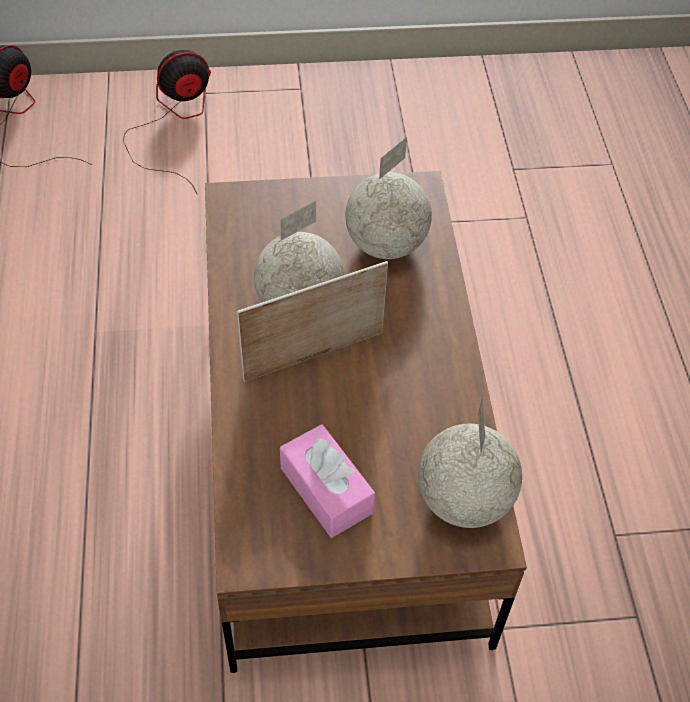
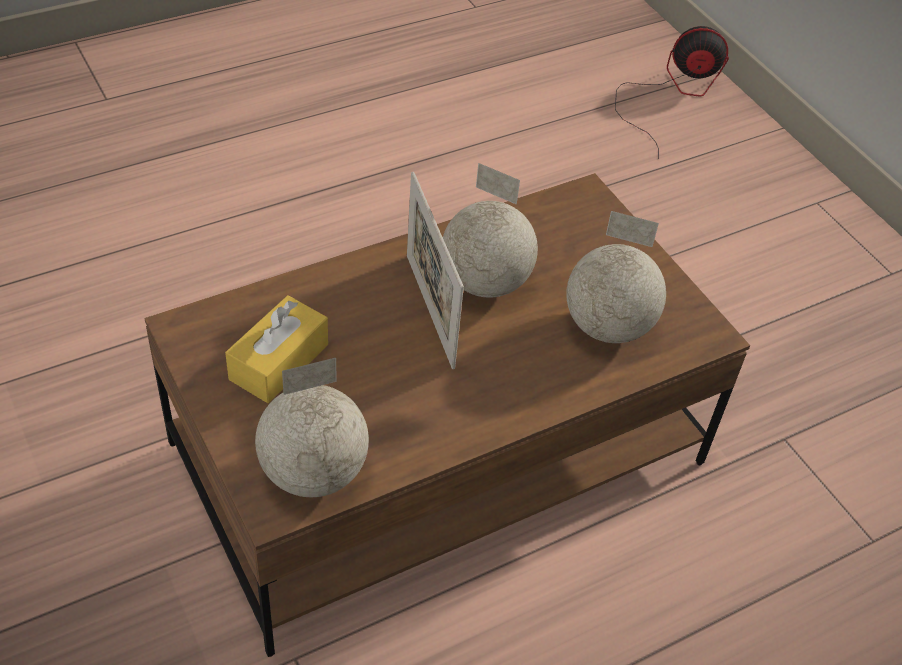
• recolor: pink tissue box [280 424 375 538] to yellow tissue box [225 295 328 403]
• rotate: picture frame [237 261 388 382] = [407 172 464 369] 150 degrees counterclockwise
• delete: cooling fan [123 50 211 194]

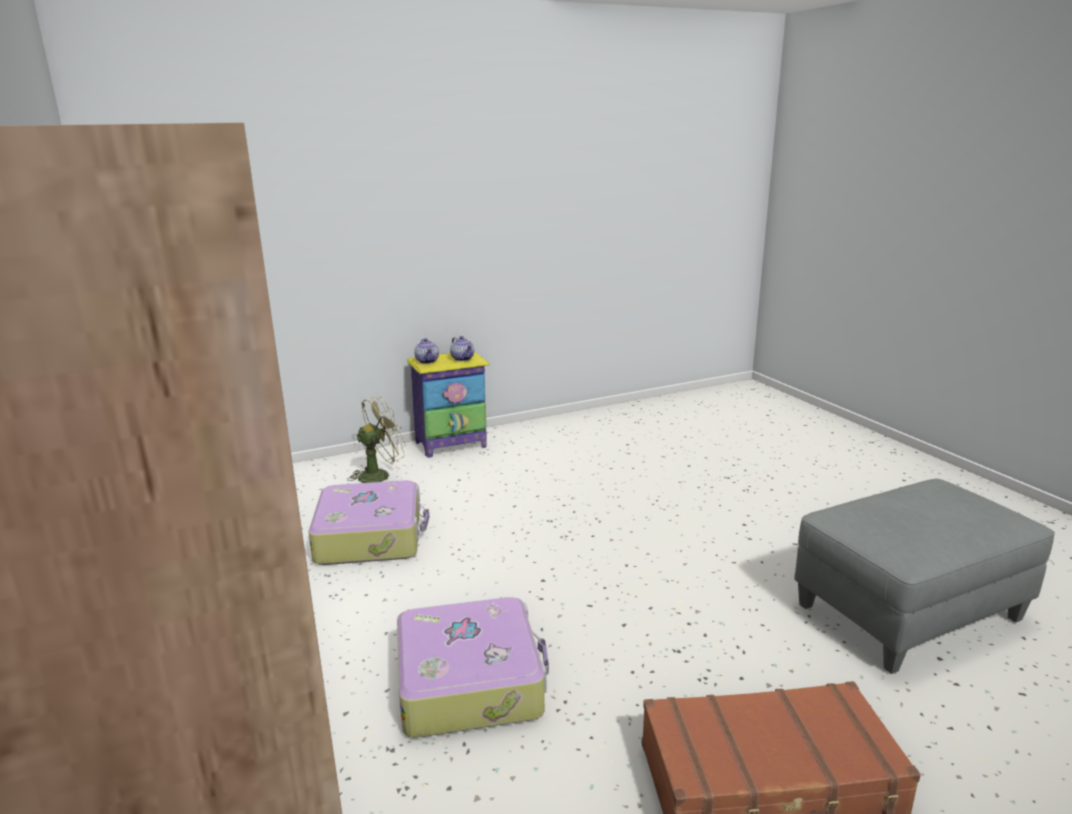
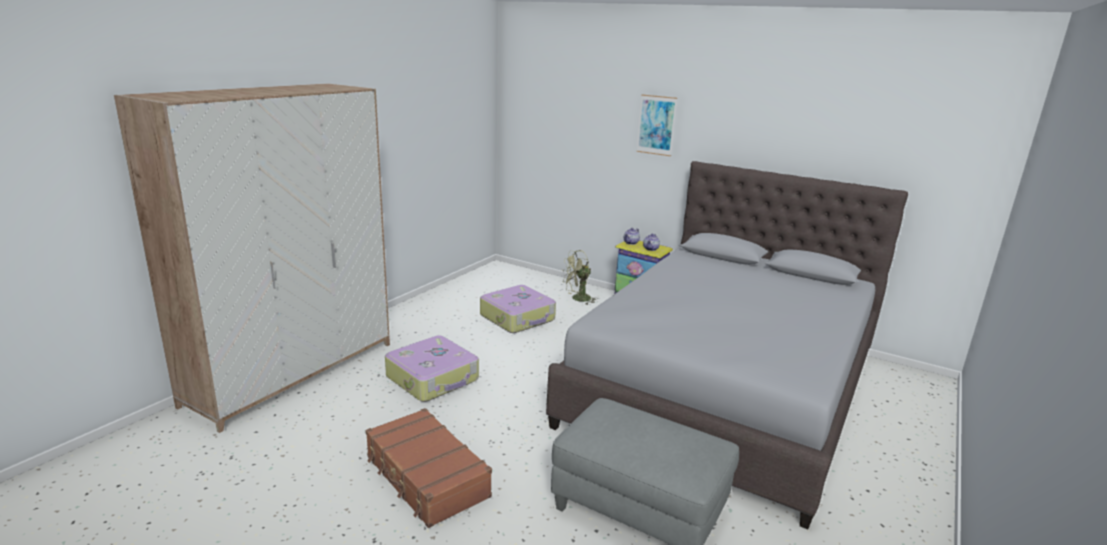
• insert: greyish bedroom bed [546 161 908 529]
• rotate: green cooling fan [347 397 406 483] = [562 250 598 304] 135 degrees clockwise
• insert: picture [636 94 677 156]

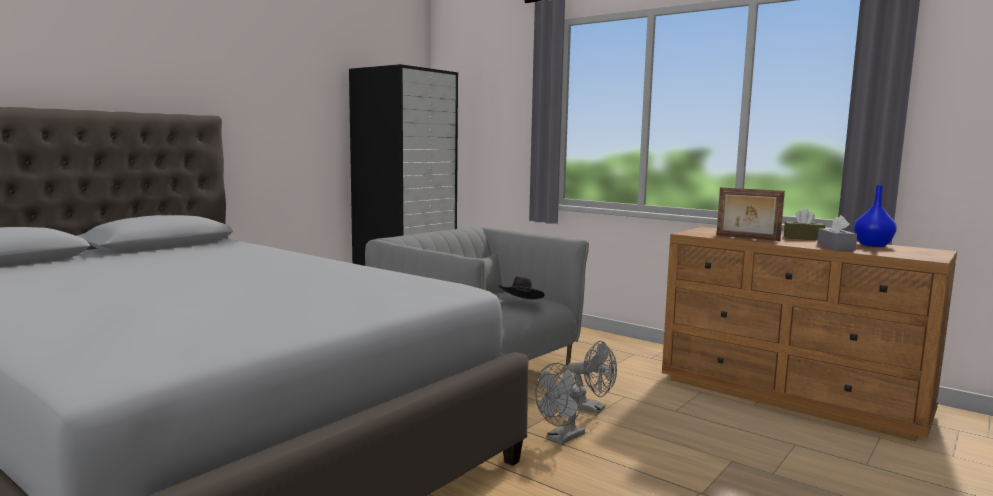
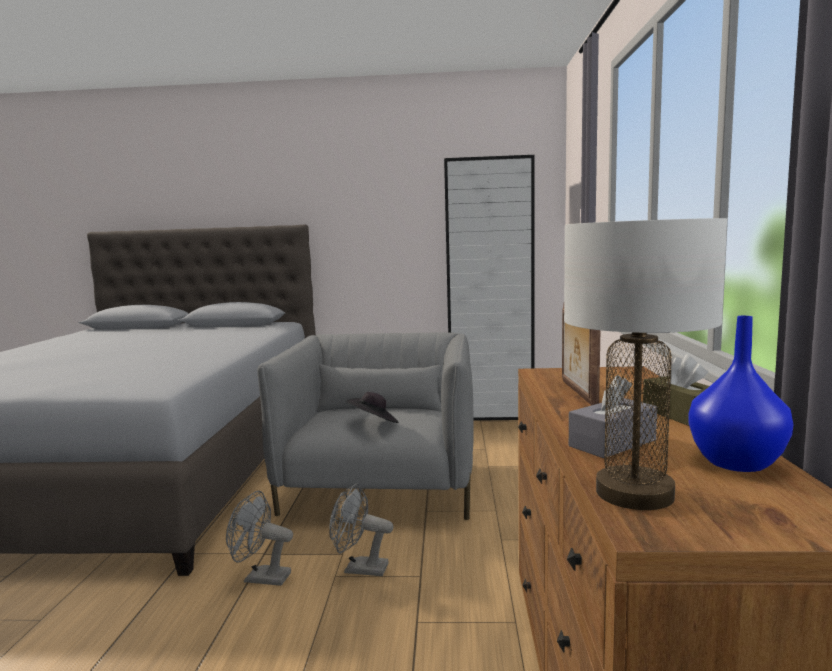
• rotate: greyish cooling fan [567 341 617 414] = [329 483 393 576] 105 degrees clockwise
• insert: tabletop lamp [564 218 727 510]

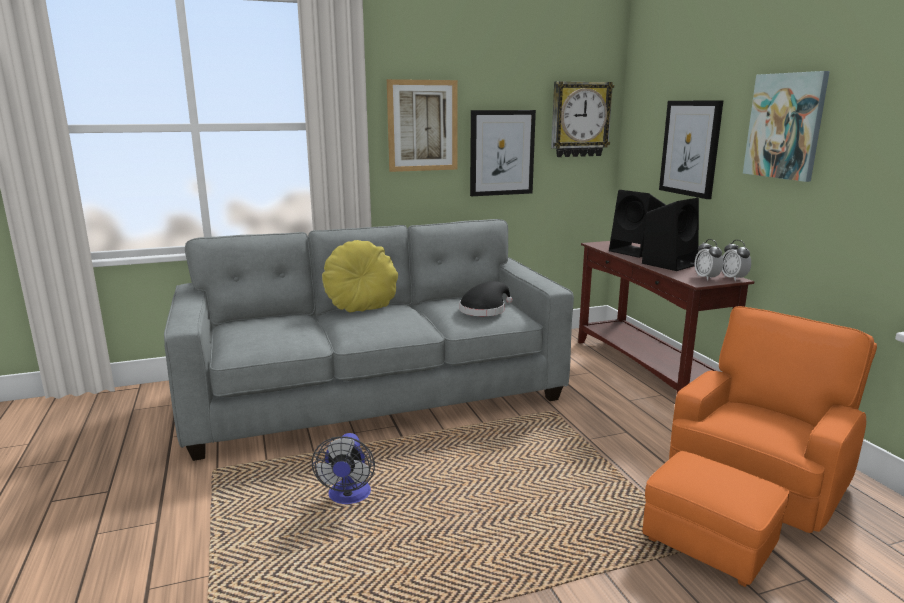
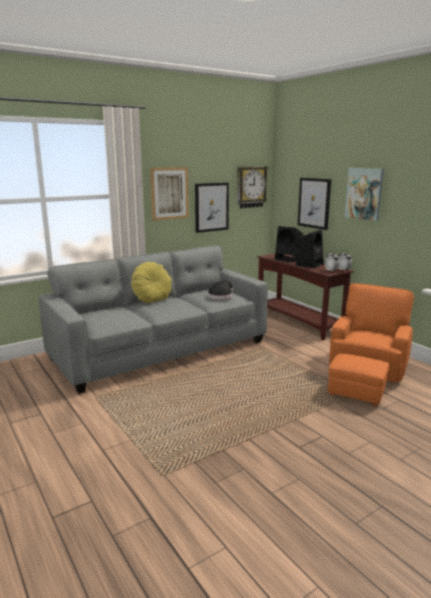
• delete: cooling fan [312 433 375 504]

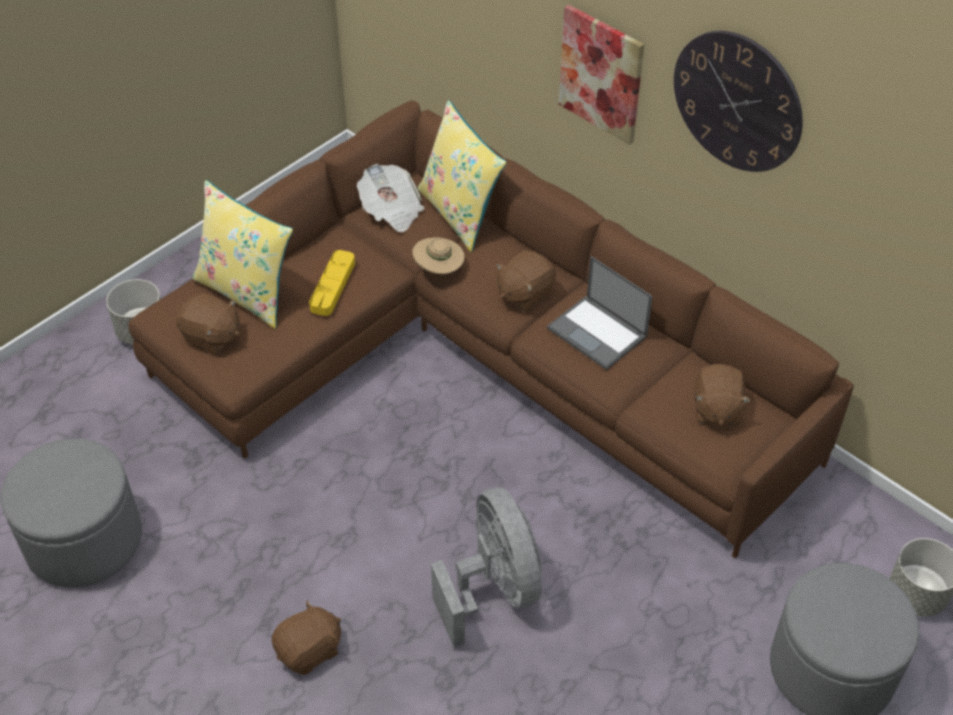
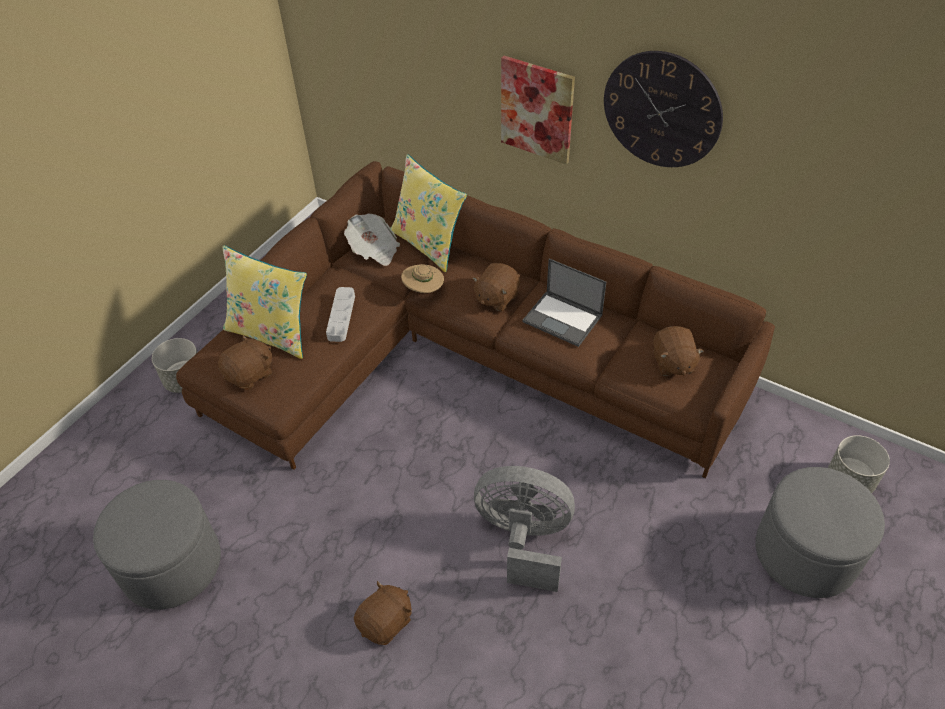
• rotate: brownish cuddly toy [176 293 240 354] = [218 335 272 390] 60 degrees counterclockwise
• recolor: yellow tray [309 250 355 316] to greyish tray [326 287 355 342]
• rotate: greyish cooling fan [431 487 542 648] = [474 466 575 592] 45 degrees counterclockwise

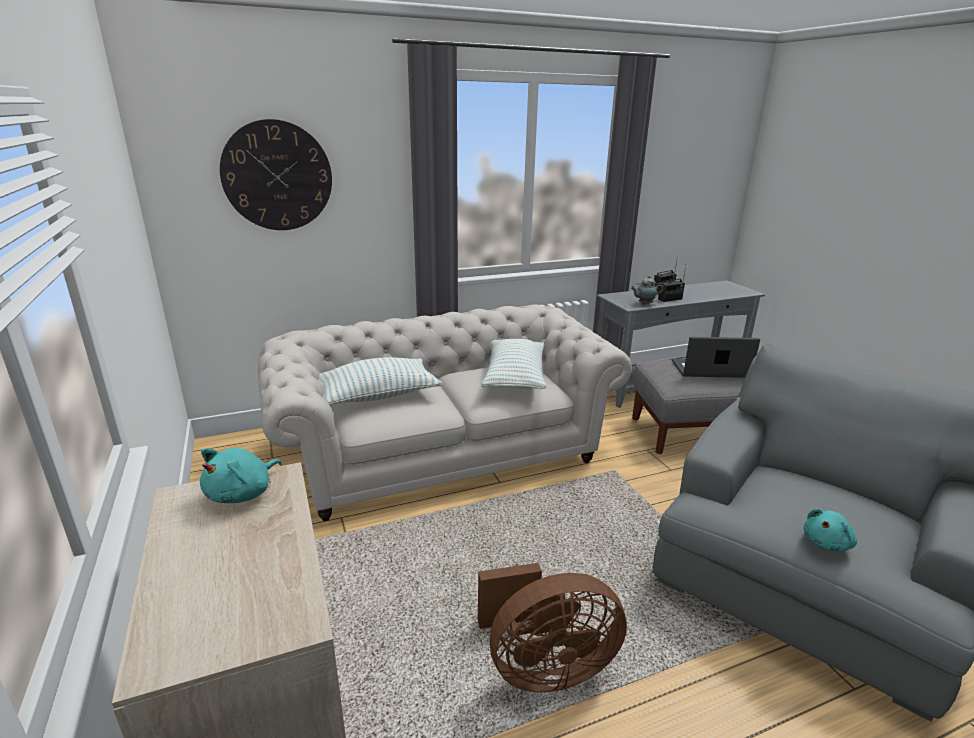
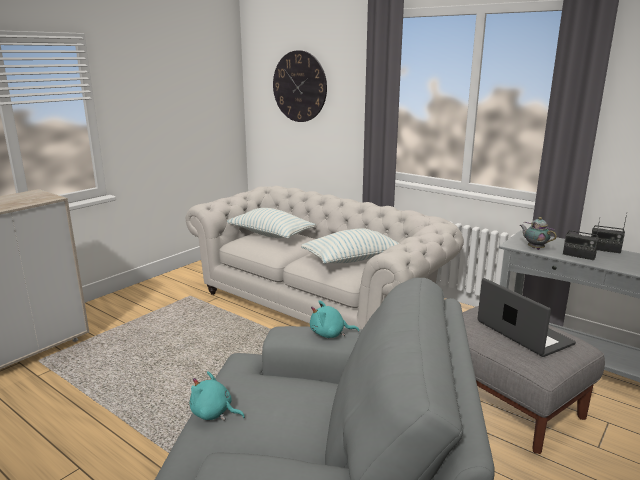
• move: blue-green cuddly toy [200 448 282 503] to [310 300 359 338]
• delete: brownish cooling fan [478 563 627 692]

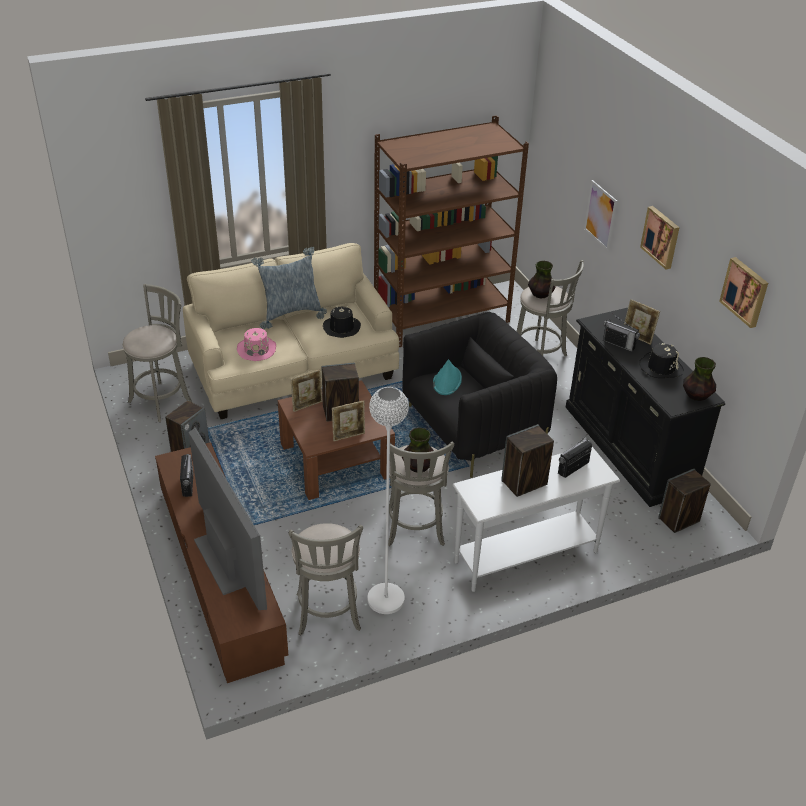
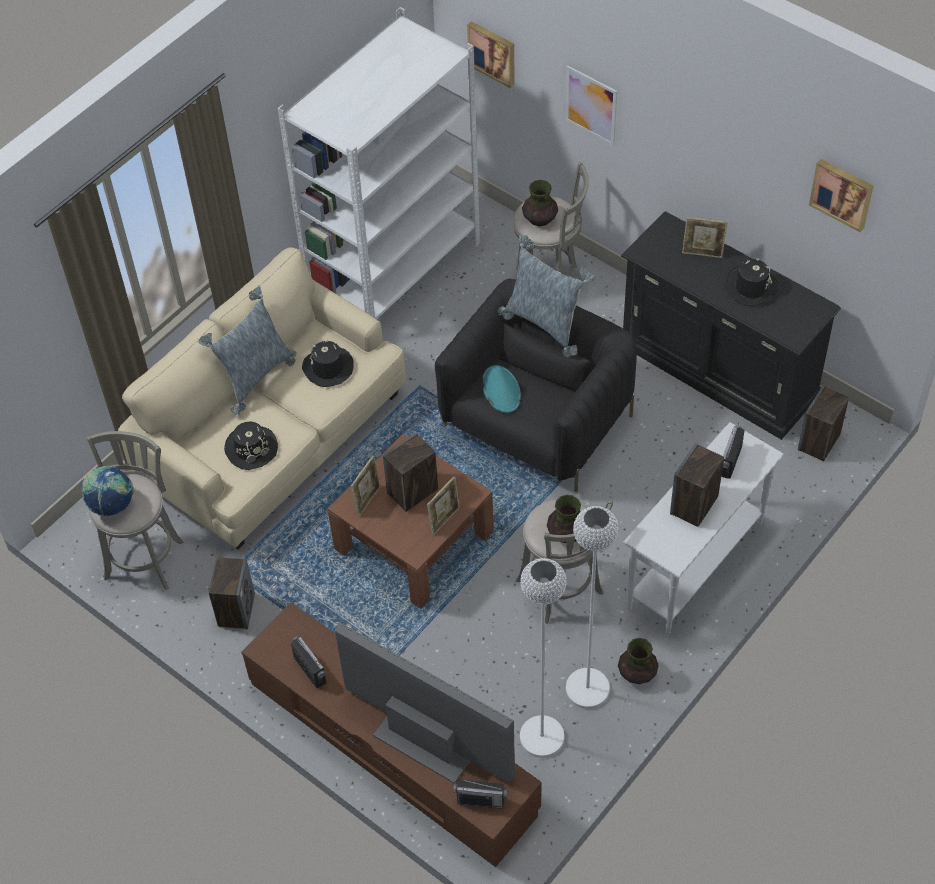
• insert: desk globe [82 466 135 516]
• recolor: pink wearable hat [237 328 276 361] to black wearable hat [224 421 278 470]
• recolor: brownish shelving unit [374 115 529 347] to white-coloured shelving unit [278 7 480 319]
• move: radio receiver [603 313 640 352] to [453 779 507 809]
• move: picture [640 206 680 270] to [467 21 515 88]
• insert: throw pillow [497 234 596 358]
• replace: greyish sitting stool [289 523 363 636] to white-coloured floor lamp [520 558 567 758]
• move: flower vase [683 357 716 401] to [618 638 659 684]

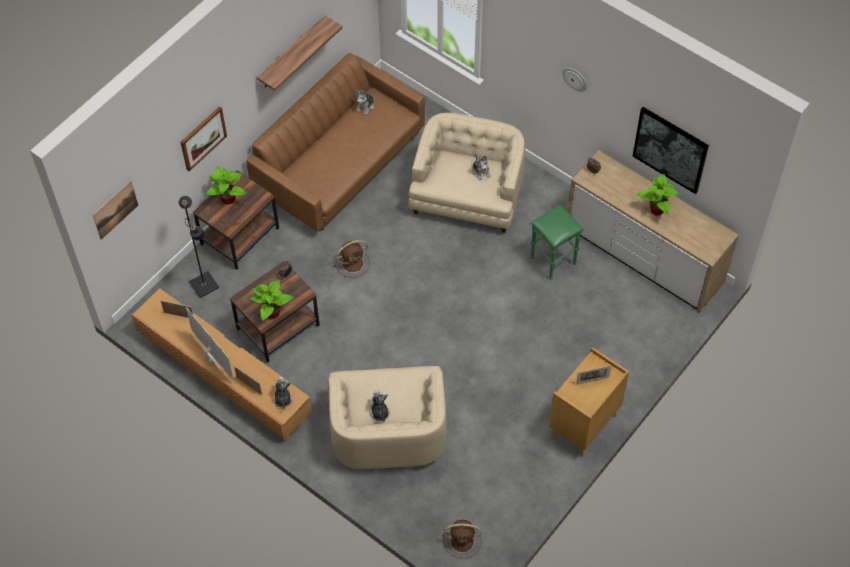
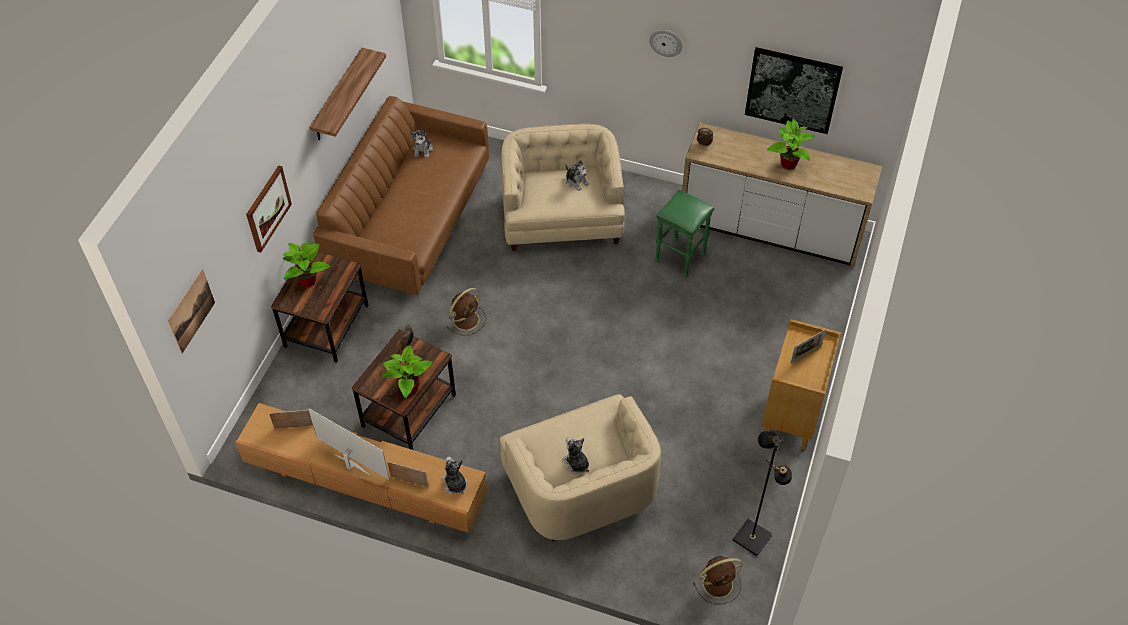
• move: black floor lamp [179 196 219 298] to [732 431 792 556]

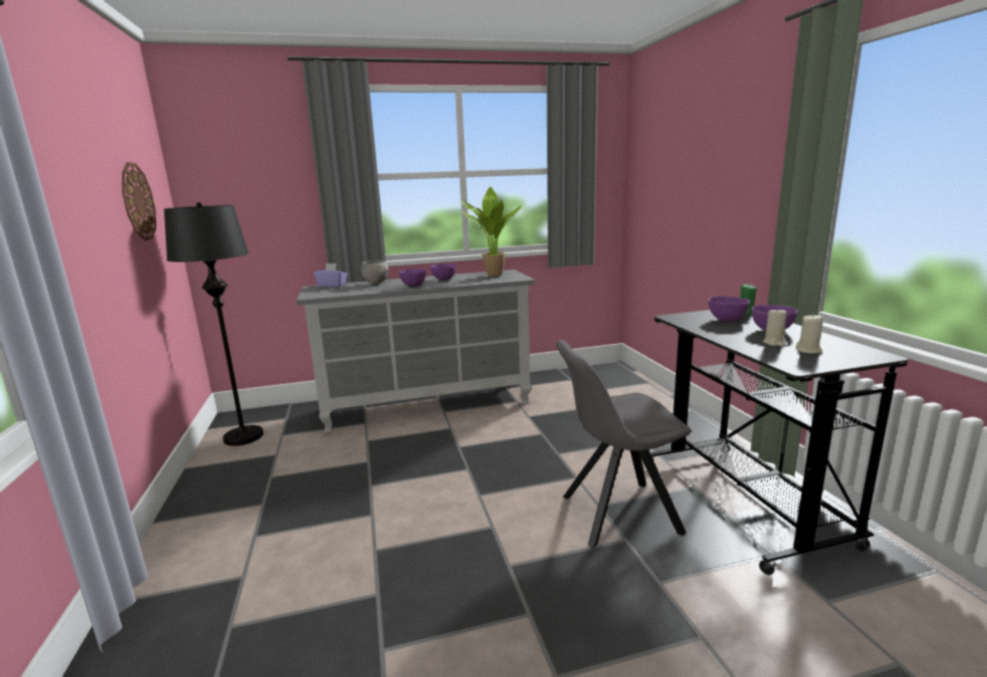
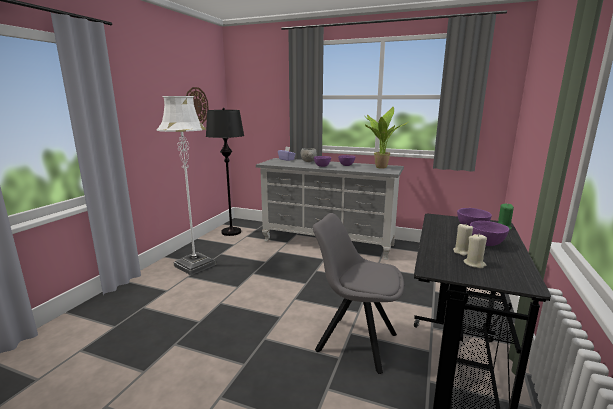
• insert: white-coloured floor lamp [157 96 216 275]

